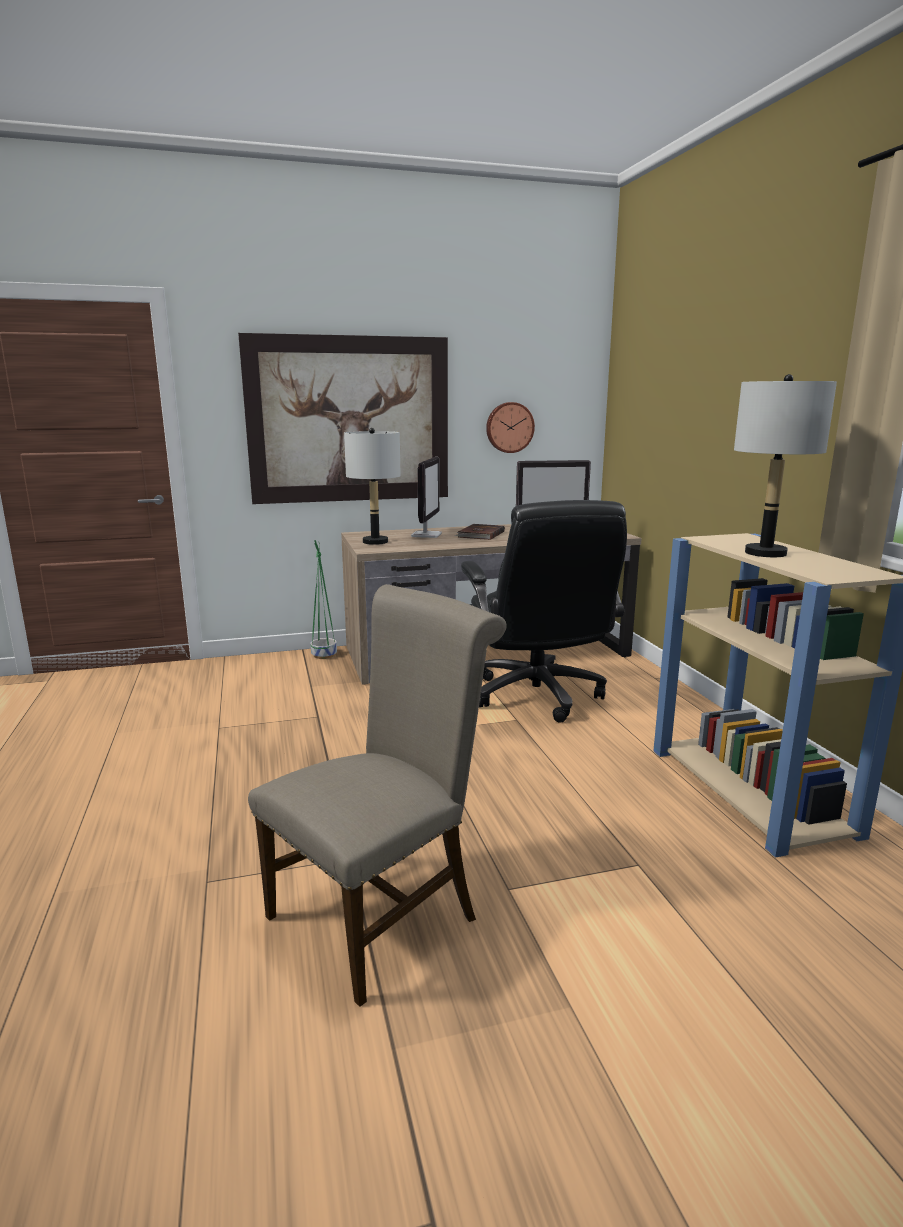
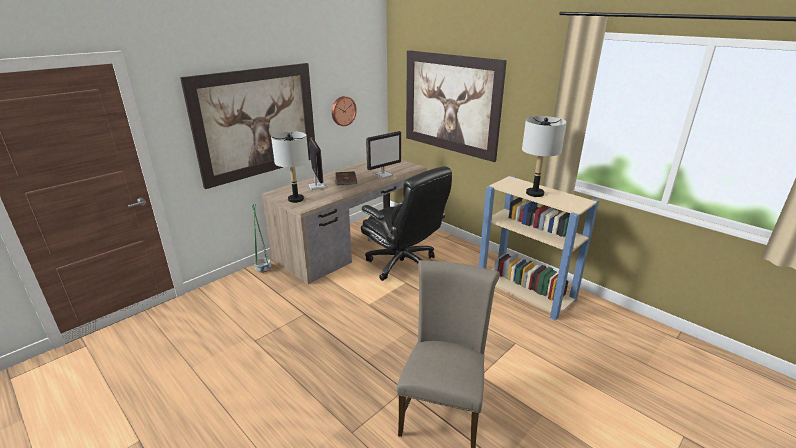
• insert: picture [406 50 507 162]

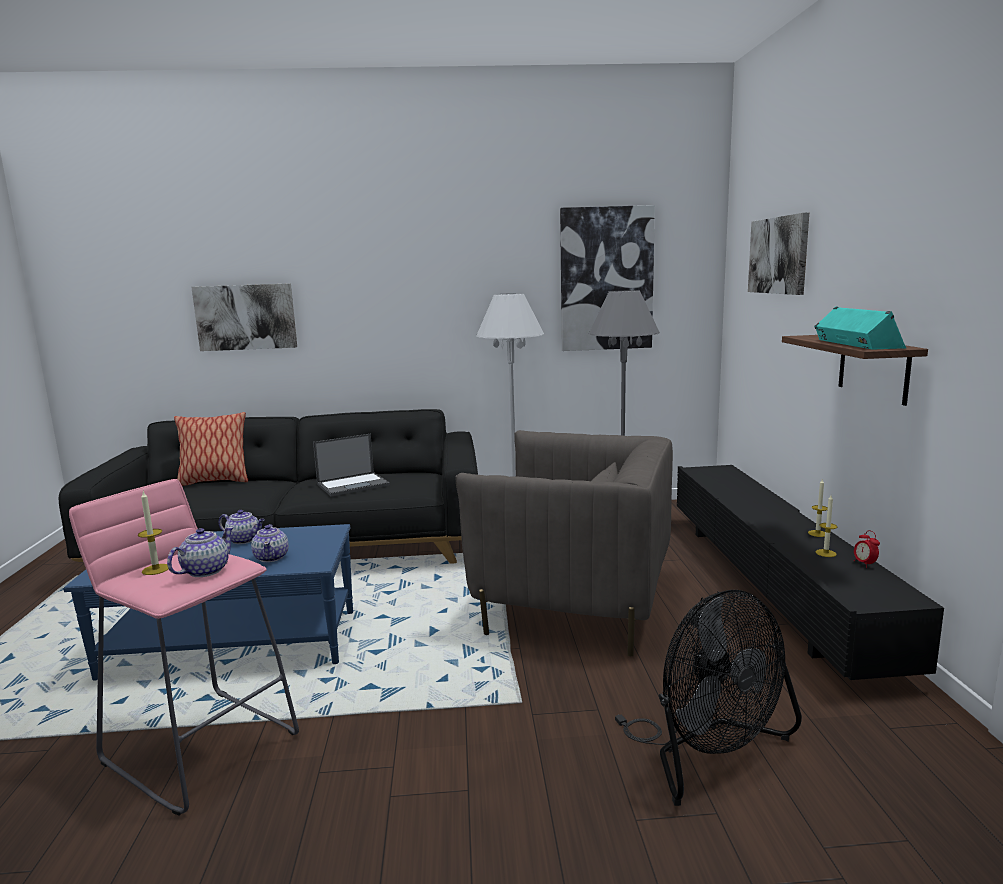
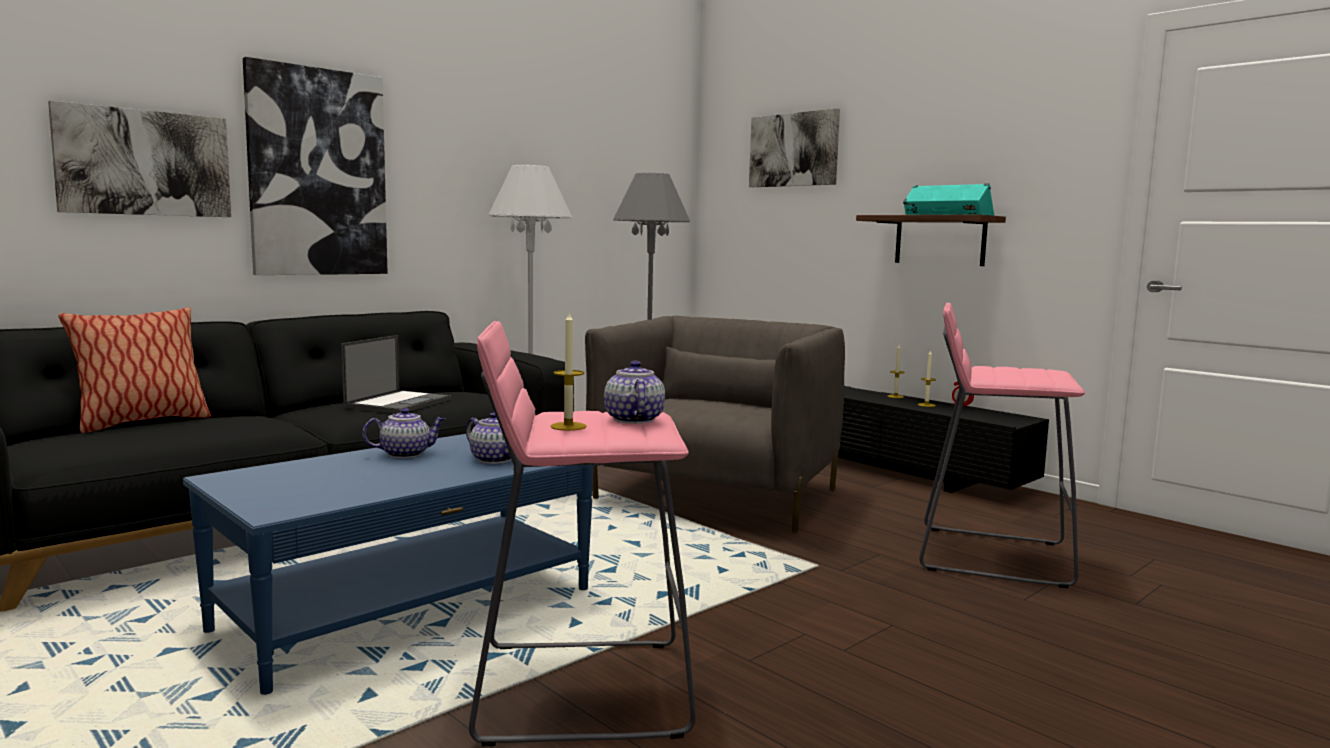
• move: picture [560 205 655 351] to [243 57 388 275]
• rotate: greyish easy chair [455 430 673 656] = [585 316 845 533] 45 degrees counterclockwise
• replace: black cooling fan [615 590 802 806] to pink sitting stool [919 303 1085 588]

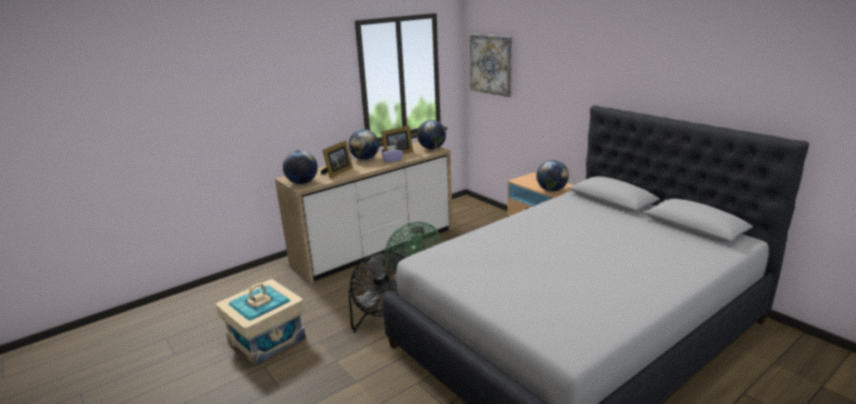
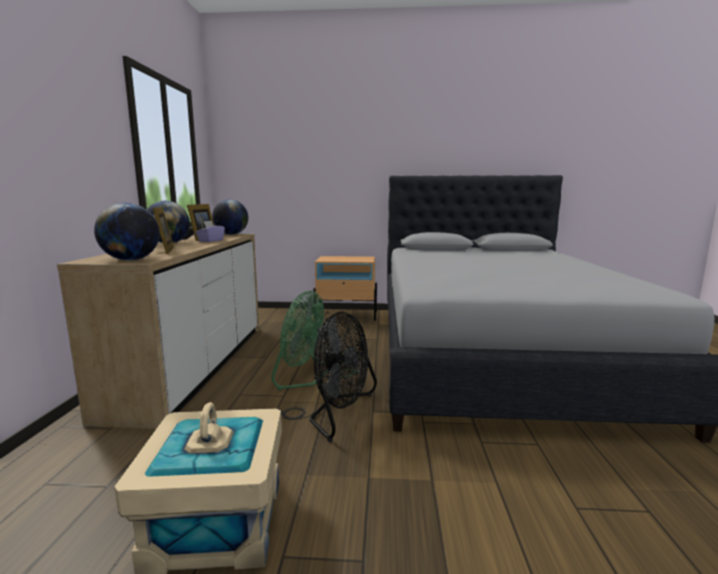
• delete: picture [470 34 512 97]
• delete: desk globe [536 160 569 192]

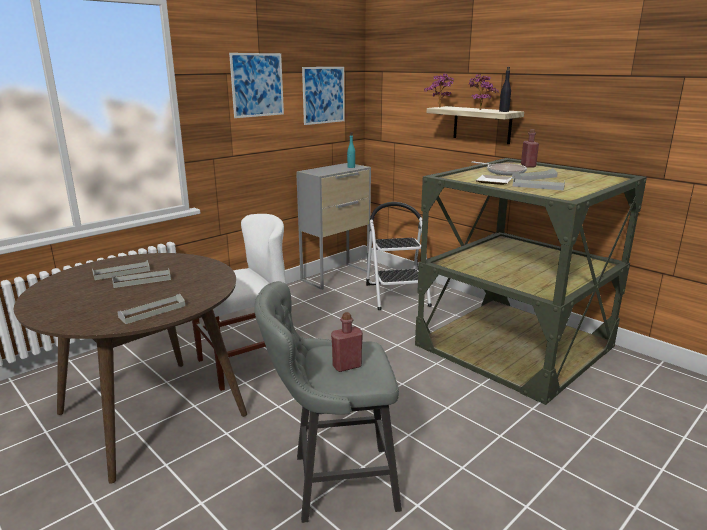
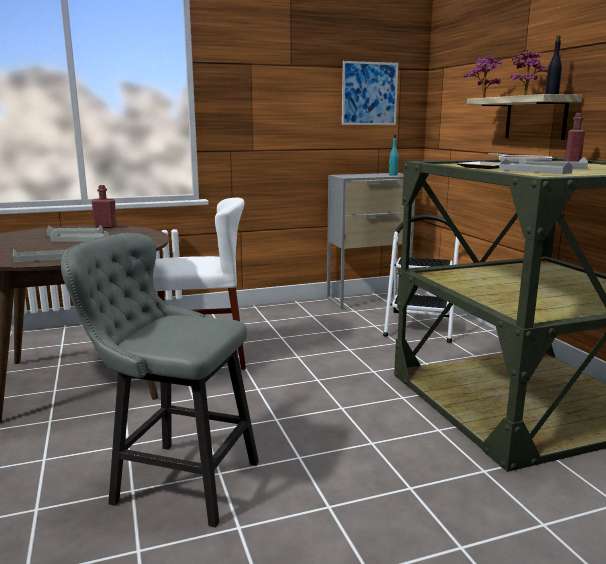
• move: red beverage bottle [331 312 363 372] to [92 185 117 228]
• delete: picture [229 53 284 118]

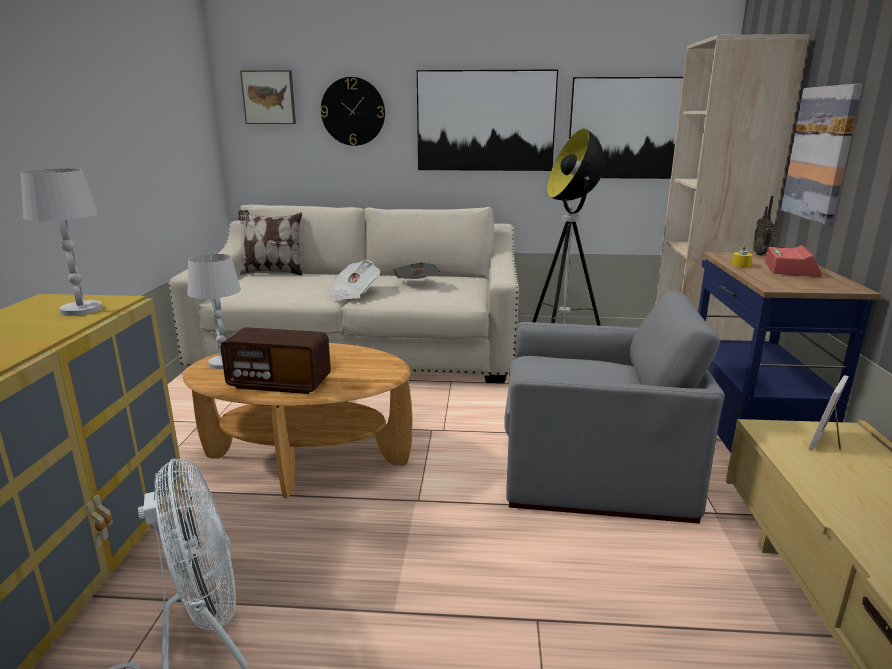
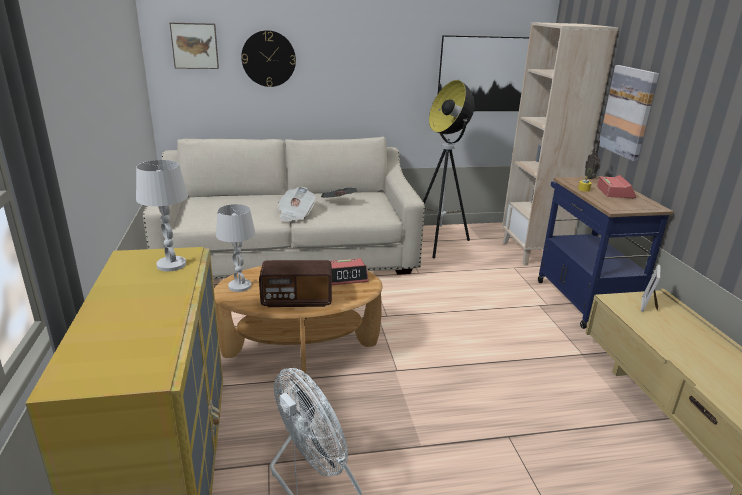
• insert: alarm clock [330 258 369 285]
• delete: throw pillow [238 210 302 275]
• delete: picture [417 69 558 171]
• delete: greyish easy chair [504 291 725 524]

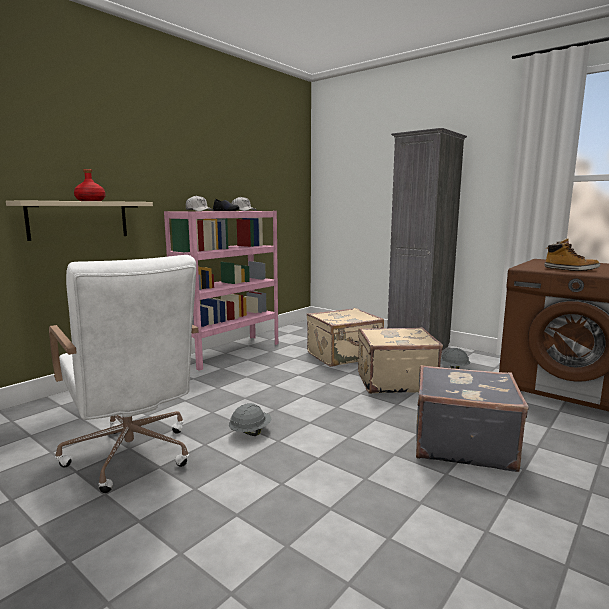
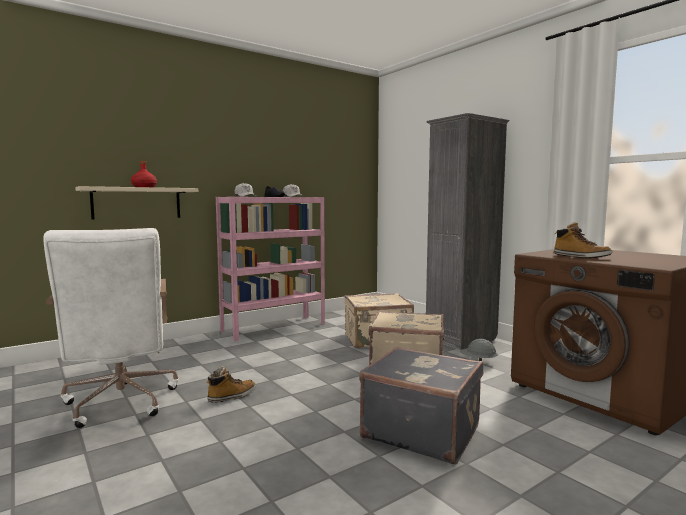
• replace: greyish work helmet [229 403 271 436] to tall boot [206 366 255 403]

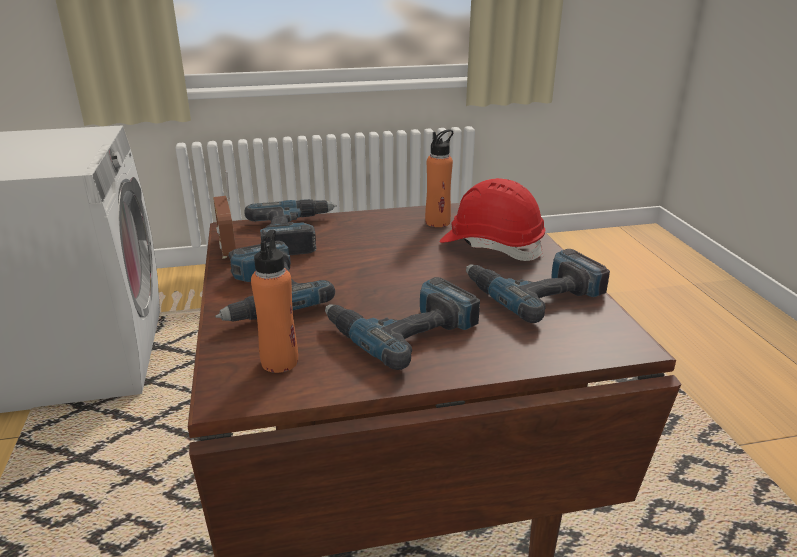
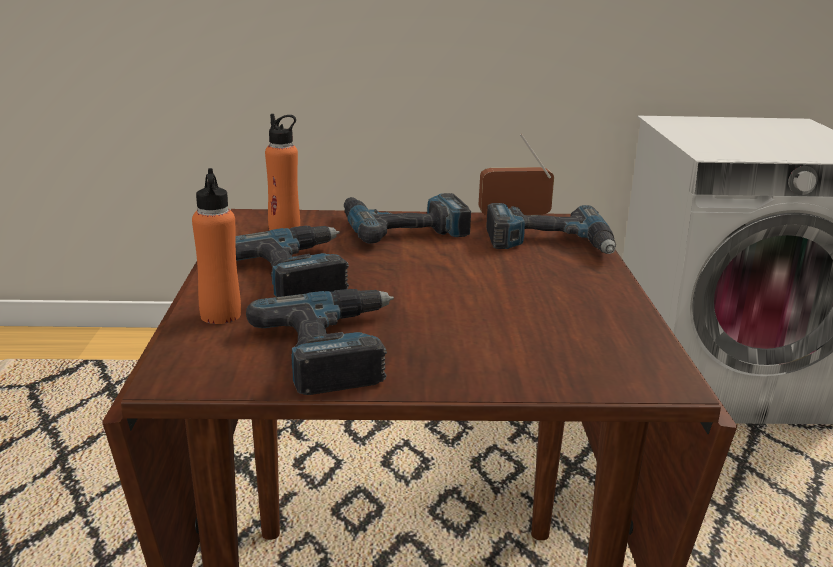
• move: orange beverage bottle [425 129 453 227] to [192 168 241 324]
• delete: red work helmet [440 178 546 261]

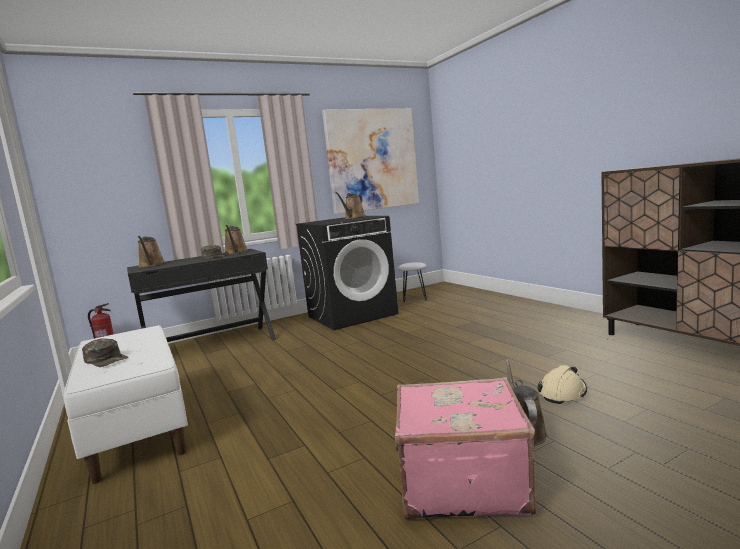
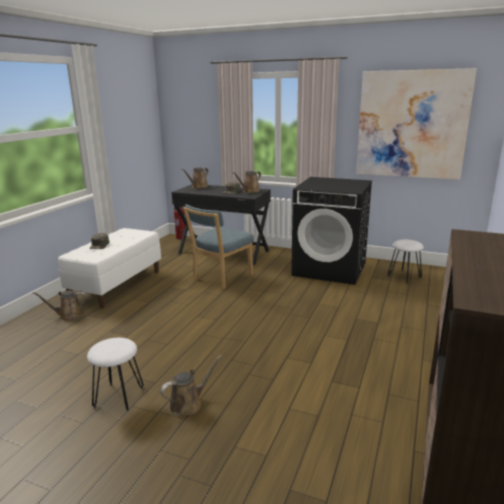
• move: brownish watering can [335 192 366 219] to [32 291 87 321]
• replace: pink travel case [395 377 536 520] to white-coloured sitting stool [87 338 144 412]
• insert: blue-coloured chair [184 204 254 289]
• delete: beige-coloured work helmet [537 365 587 404]

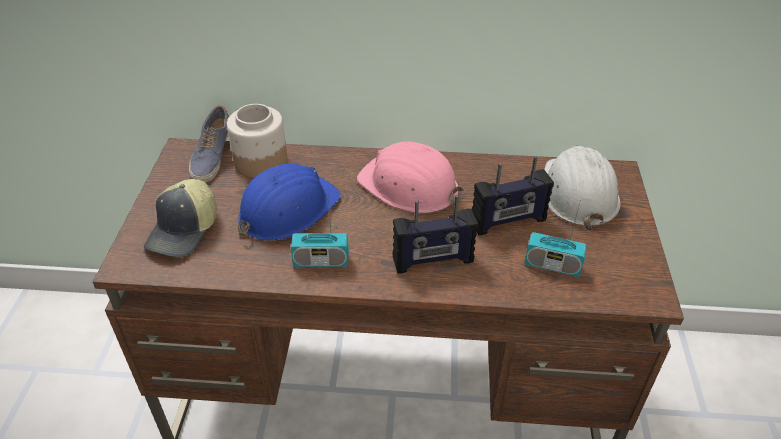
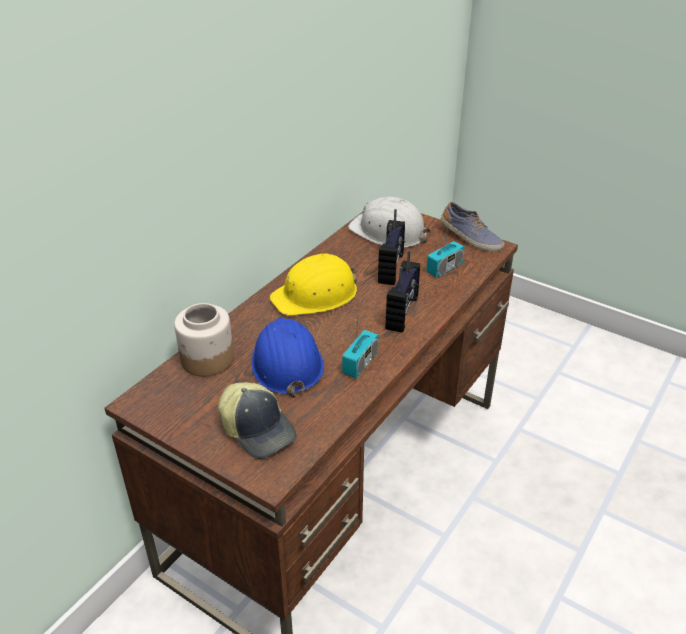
• recolor: pink work helmet [357 141 464 214] to yellow work helmet [270 254 357 316]
• move: item of footwear [189 105 229 182] to [441 202 505 251]

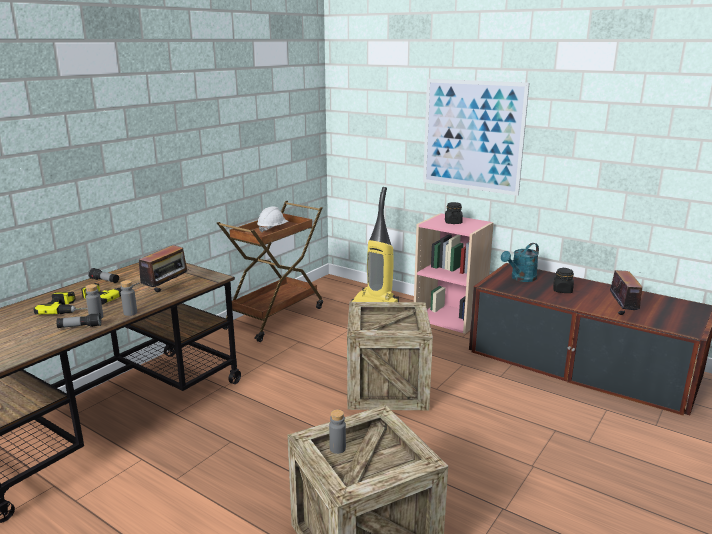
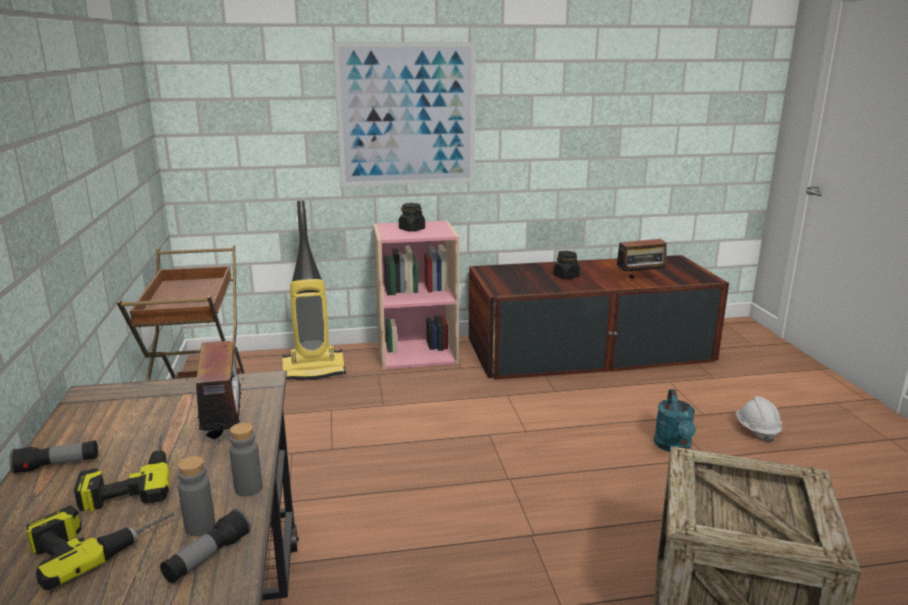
• rotate: radio receiver [608 270 645 317] = [617 239 668 279] 120 degrees clockwise
• move: blue-green watering can [501 243 539 282] to [654 389 696 452]
• move: white-coloured work helmet [257 207 288 232] to [735 396 782 443]
• delete: greyish beverage bottle [329 409 346 454]
• delete: packing crate [347 302 433 410]

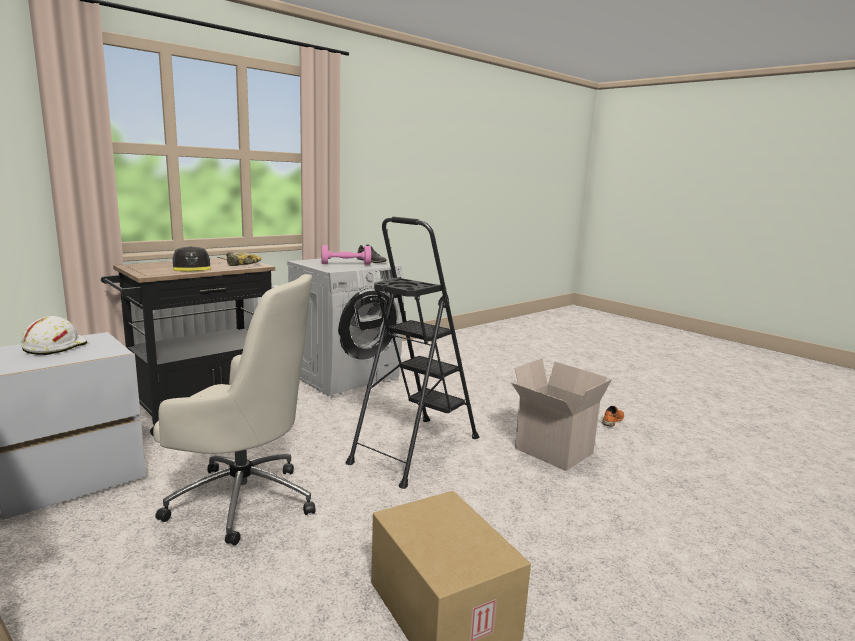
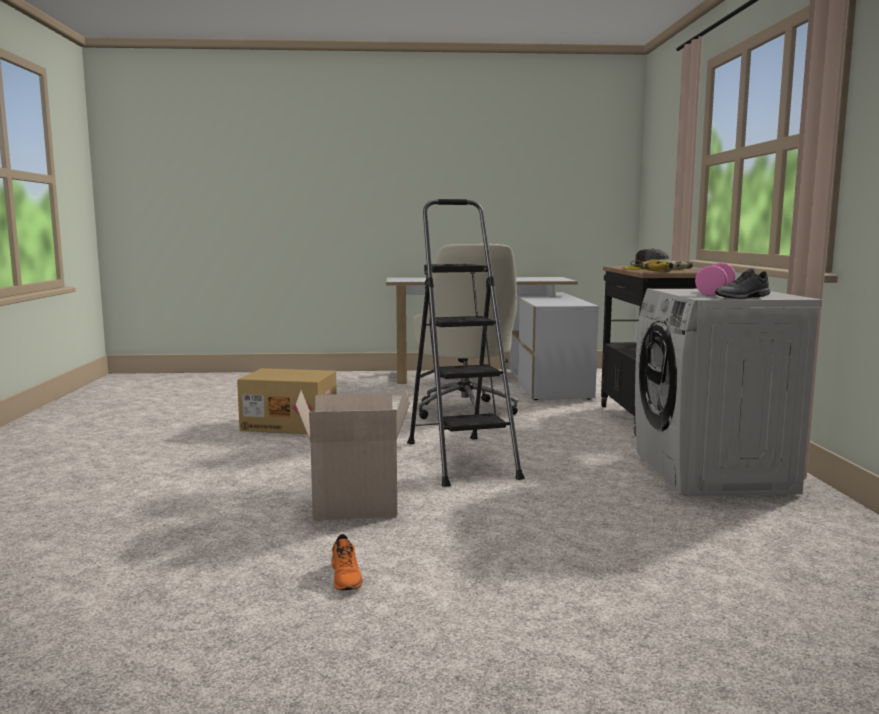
• rotate: beige-coloured computer chair [153 274 316 545] = [413 244 518 419] 60 degrees counterclockwise
• delete: white-coloured work helmet [21 316 87 355]

